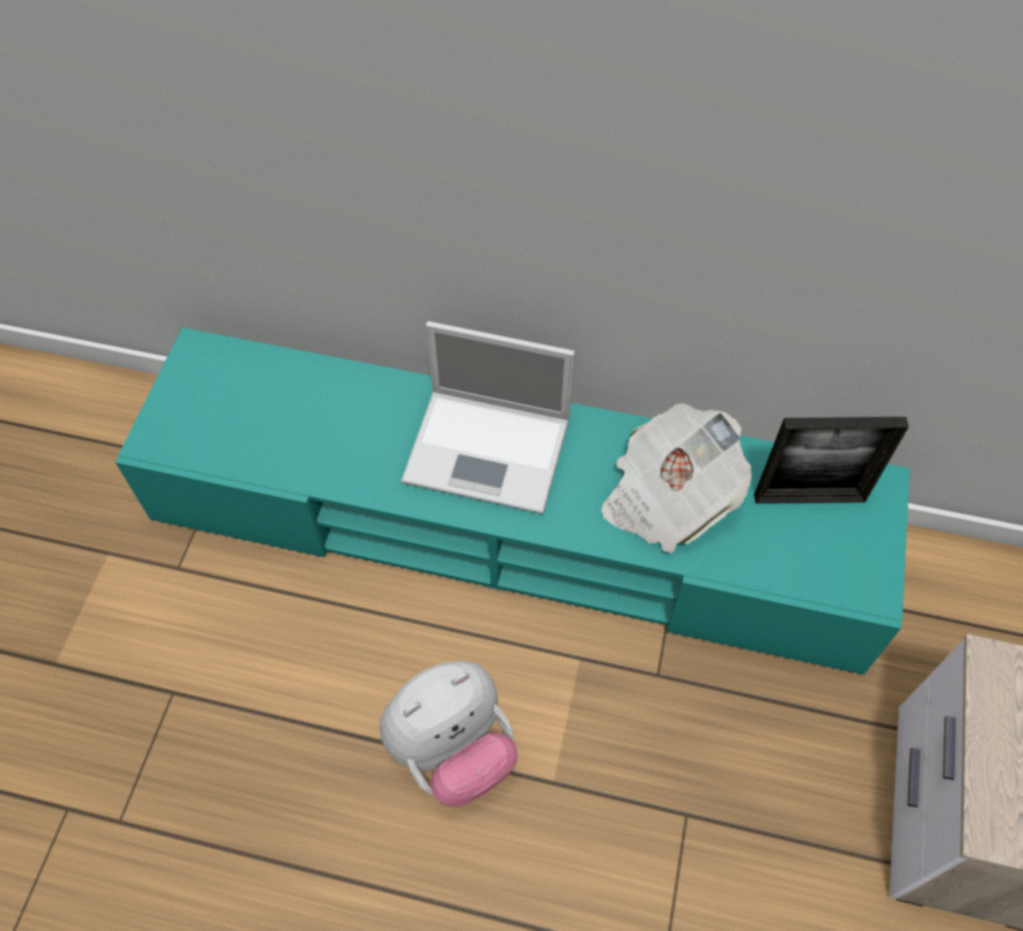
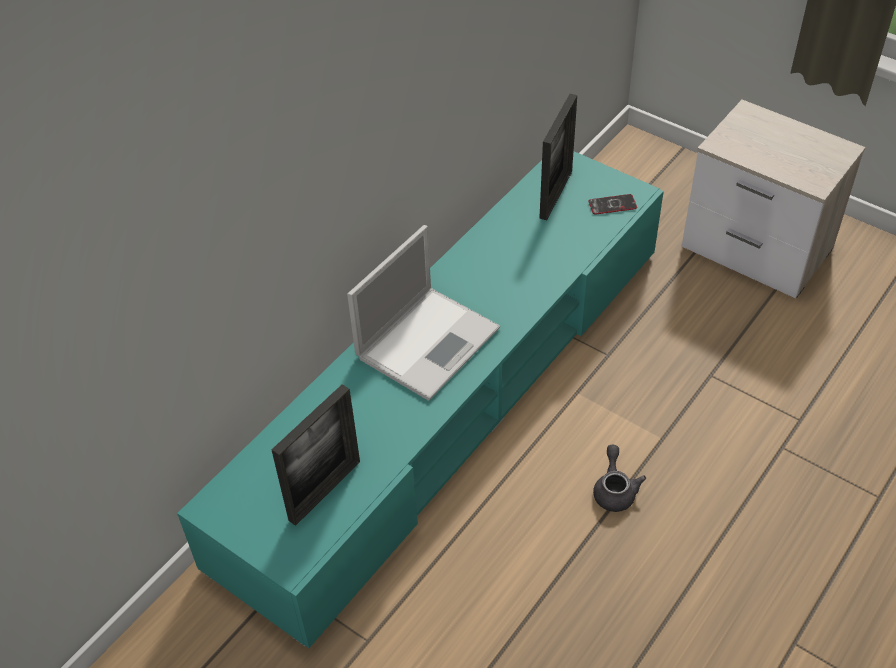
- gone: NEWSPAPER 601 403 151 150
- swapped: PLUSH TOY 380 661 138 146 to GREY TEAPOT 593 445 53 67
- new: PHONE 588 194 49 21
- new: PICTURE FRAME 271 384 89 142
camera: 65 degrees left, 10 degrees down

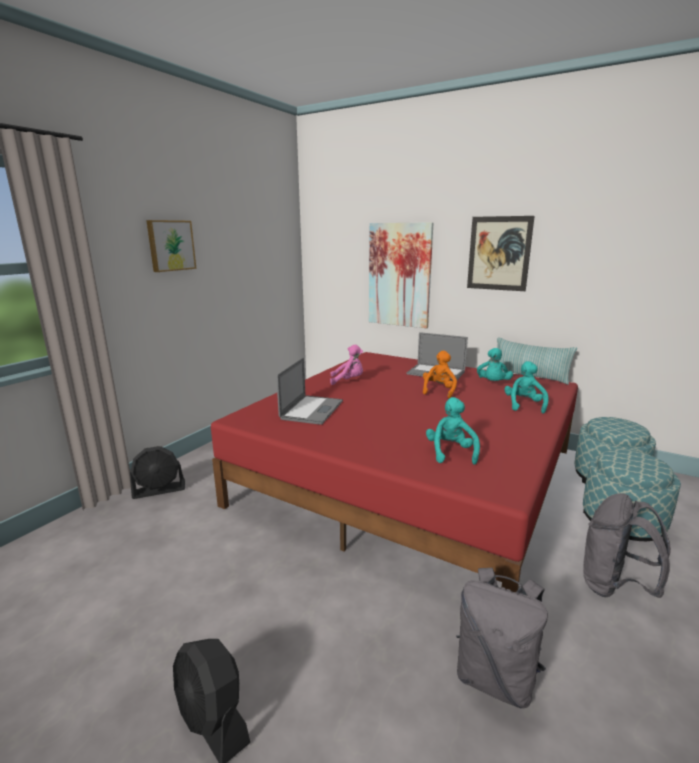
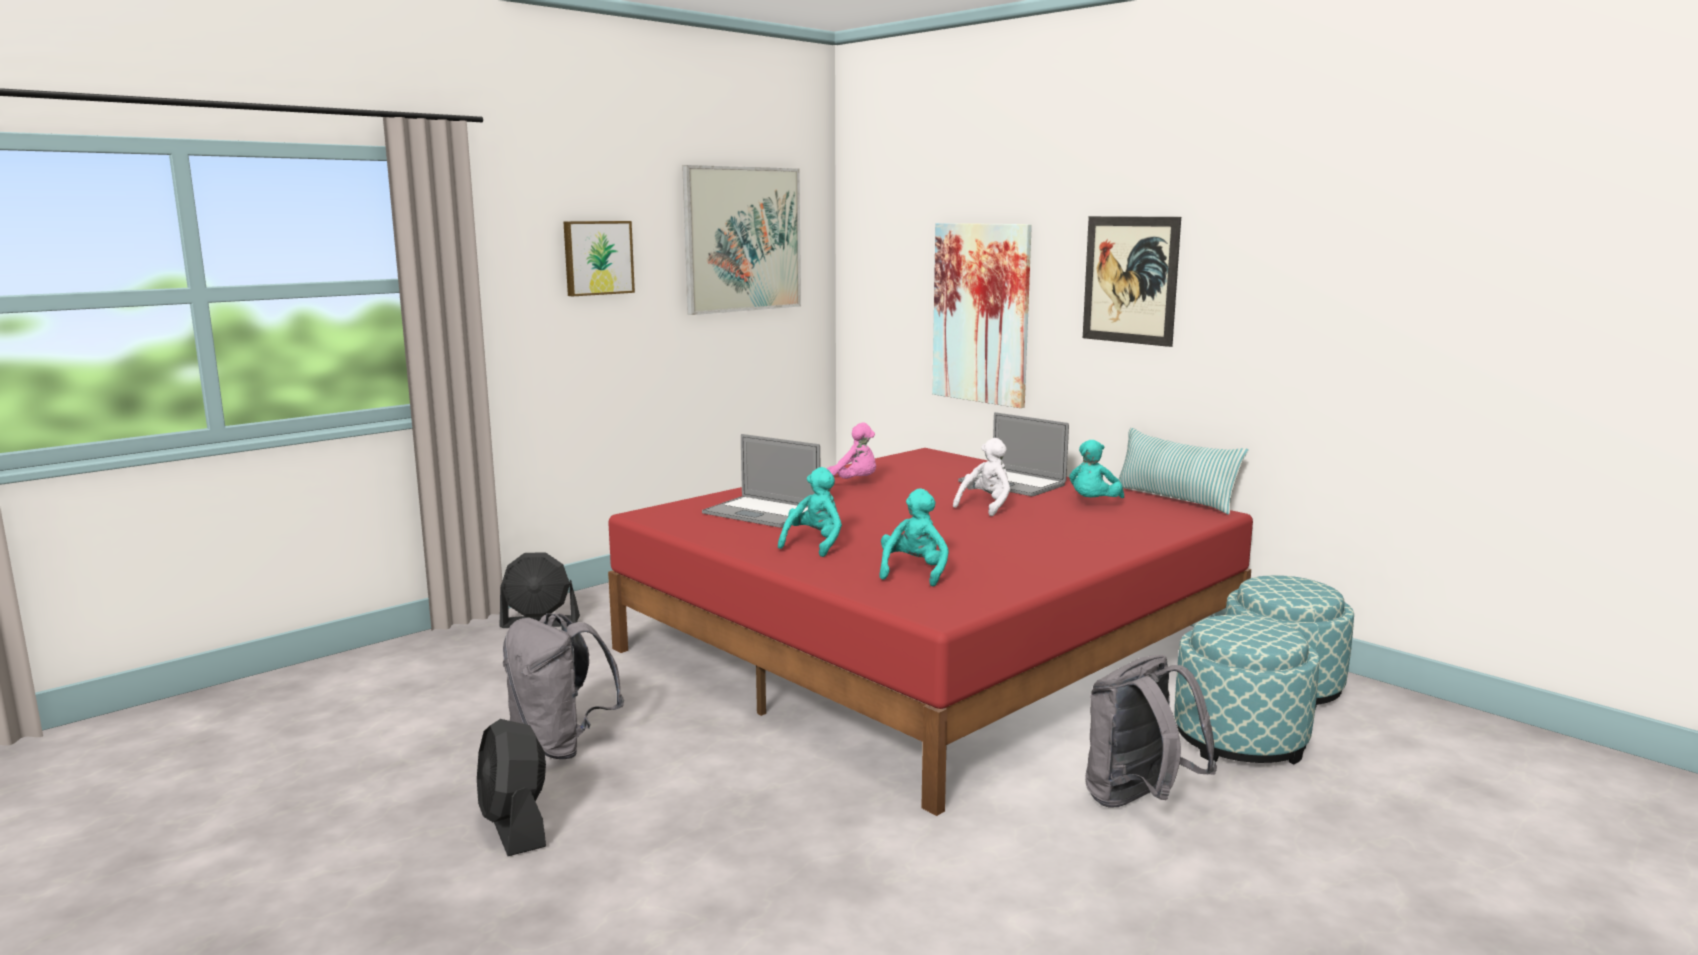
- repainted: ORANGE PLUSH TOY 423 351 34 47 to WHITE PLUSH TOY 953 438 57 78
- rotated: LAPTOP 276 357 67 68 = 702 434 118 94 90 degrees clockwise
- shifted: TURQUOISE PLUSH TOY 504 361 45 53 to 778 467 64 90
- shifted: GREY BACKPACK 456 568 92 140 to 503 613 121 146
- new: PICTURE 682 165 119 150
camera: 15 degrees right, 5 degrees down

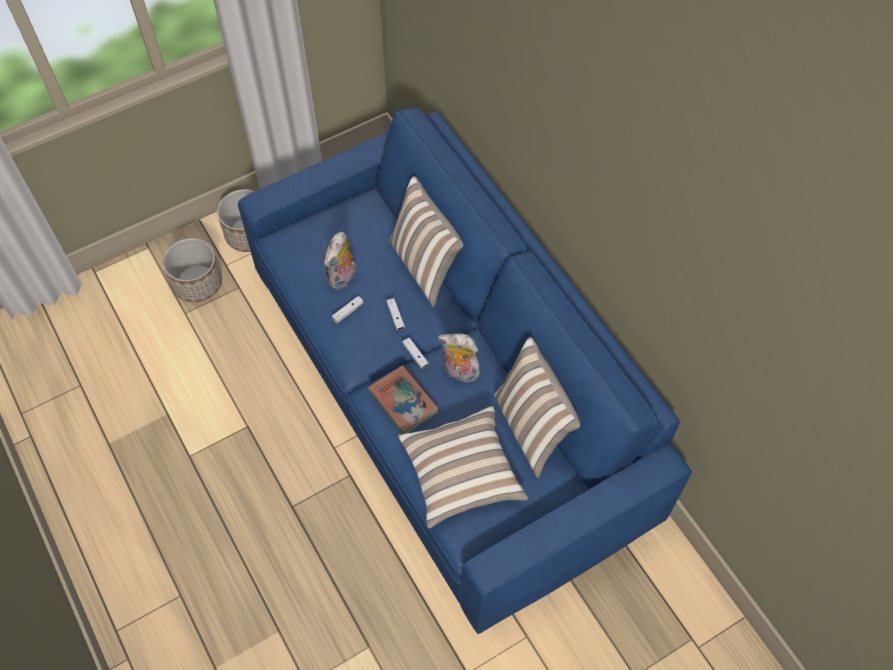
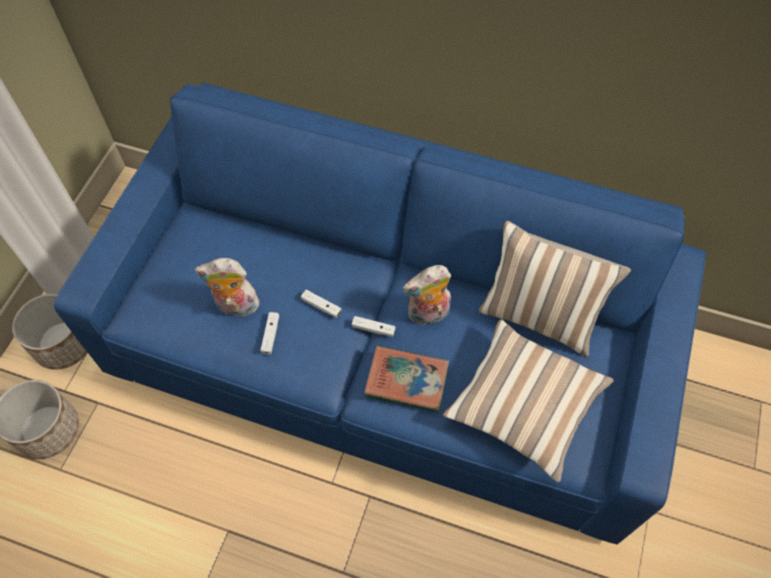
- gone: PILLOW 389 176 74 131
- rotated: PLUSH TOY 324 232 32 57 = 195 258 64 59 105 degrees clockwise
camera: 40 degrees left, 0 degrees up

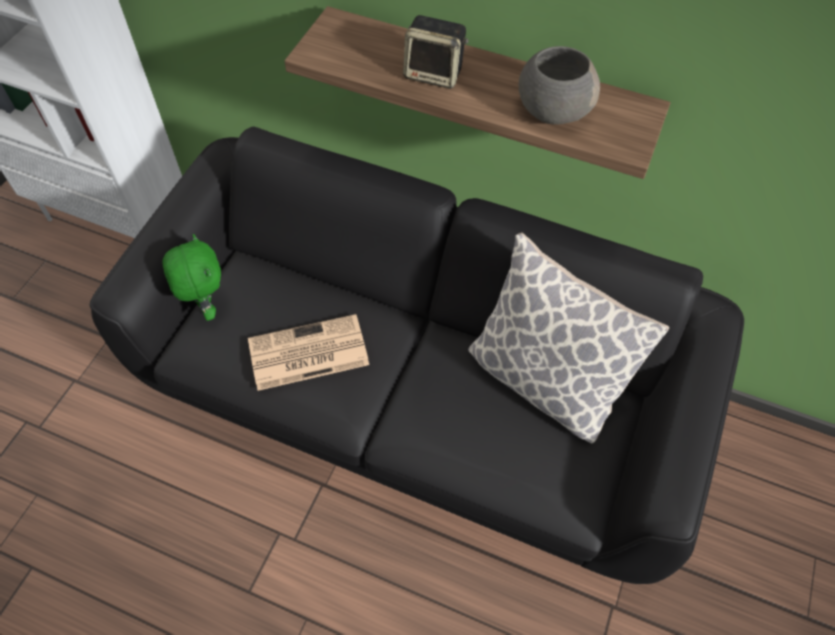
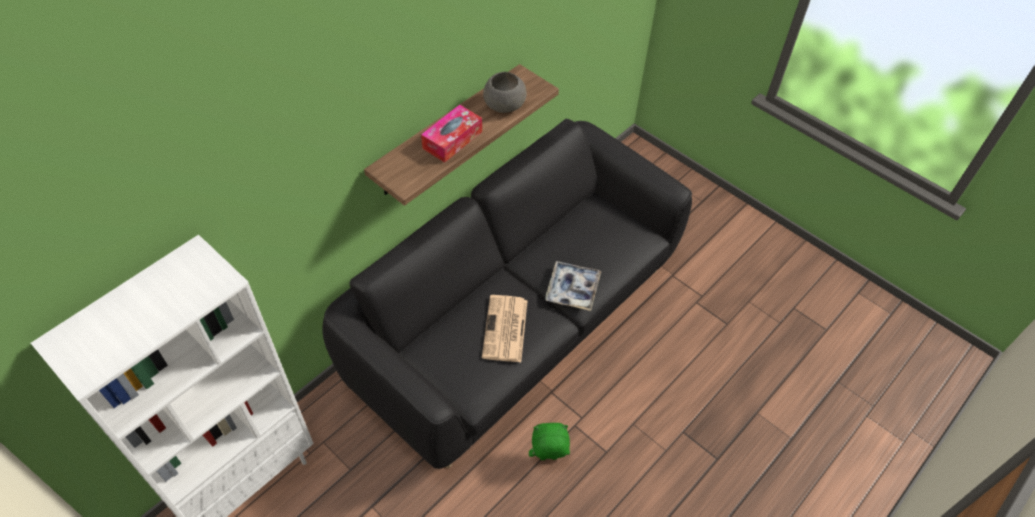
- swapped: SPEAKER 403 15 66 74 to TISSUE BOX 421 105 61 58
- gone: PILLOW 468 232 201 211
- shifted: GREEN PLUSH TOY 162 234 59 87 to 529 423 41 37
- new: TRAY 545 261 56 50
camera: 70 degrees left, 5 degrees down

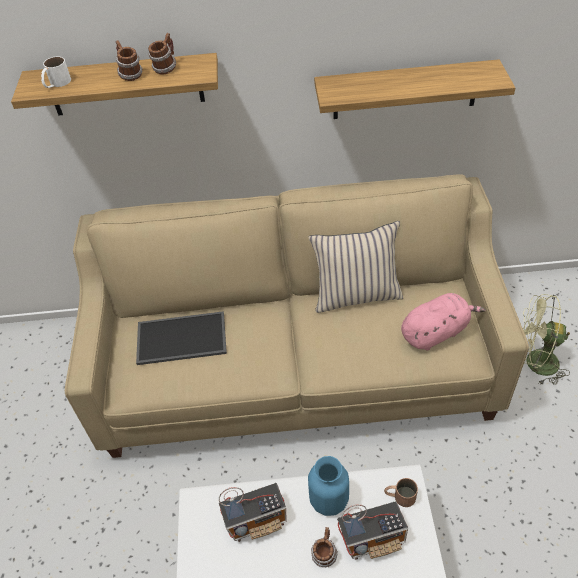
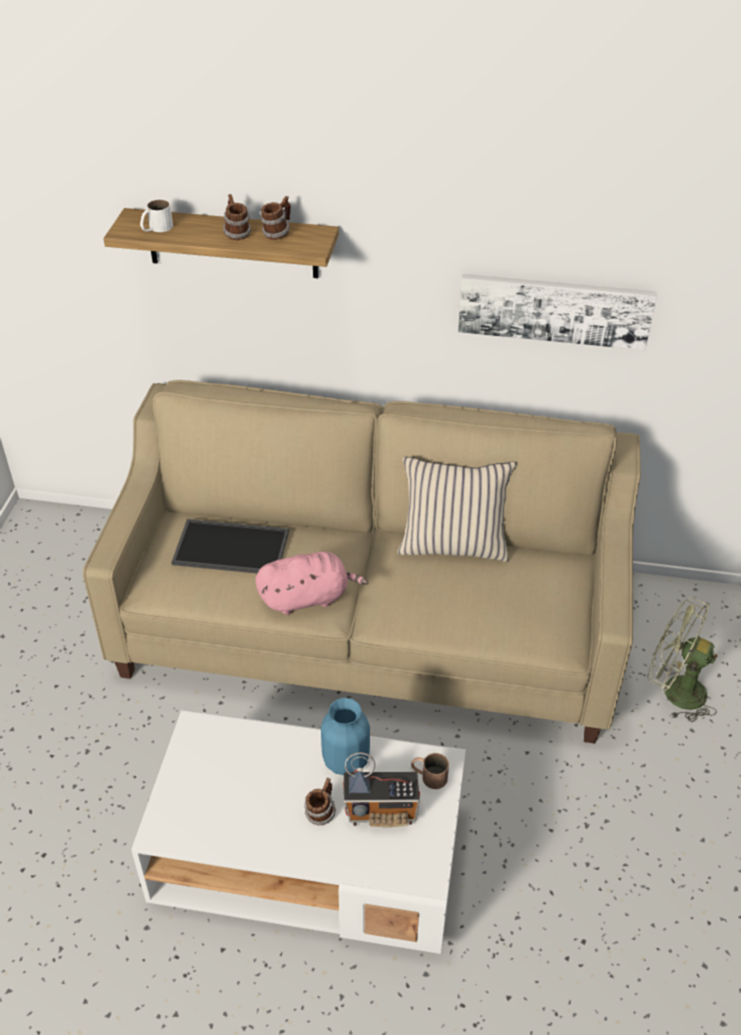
- swapped: SHELF 314 59 201 60 to PICTURE 458 274 199 76
- shifted: PINK PLUSH TOY 401 293 85 57 to 255 552 113 63
- gone: RADIO 219 483 68 59
camera: 10 degrees right, 5 degrees down

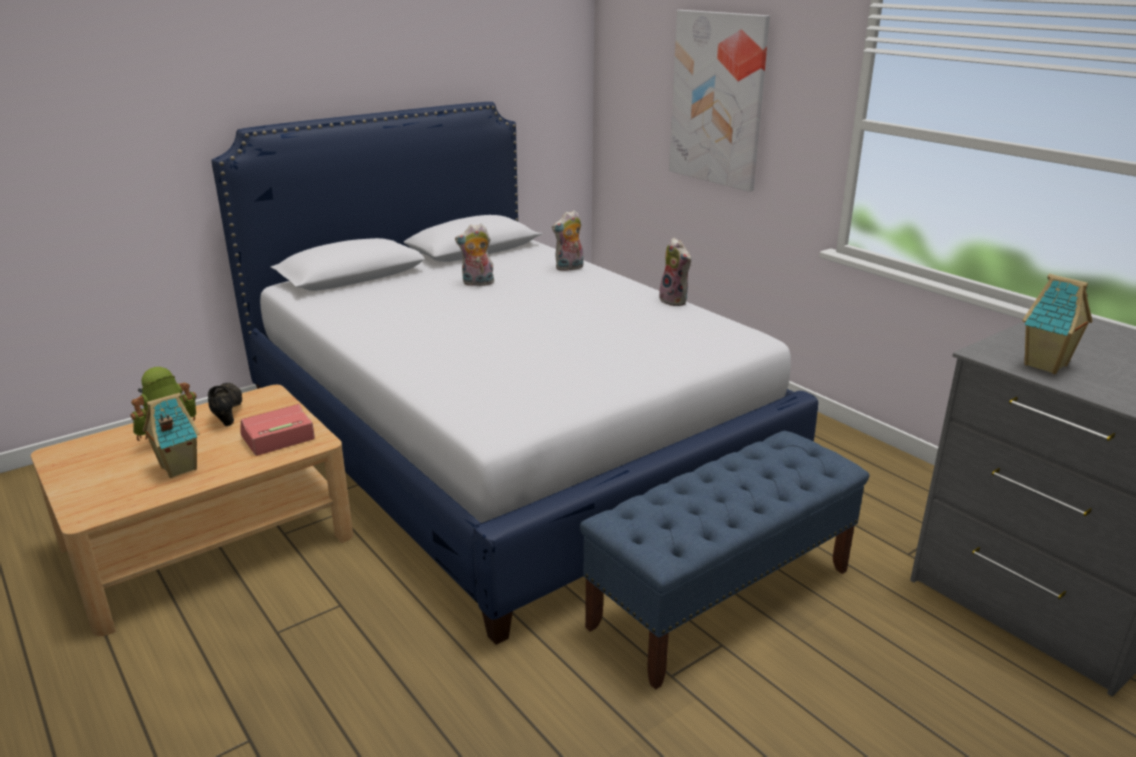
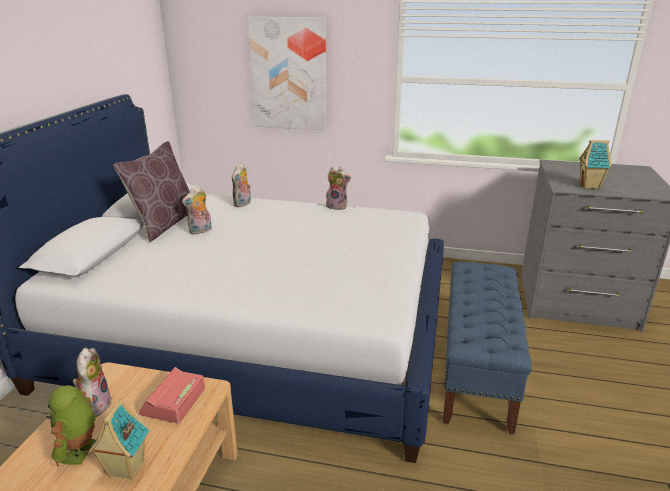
- swapped: BLACK SHOE 208 383 34 43 to PLUSH TOY 73 348 39 69
- new: BROWN PILLOW 113 141 77 101
camera: 40 degrees left, 0 degrees up

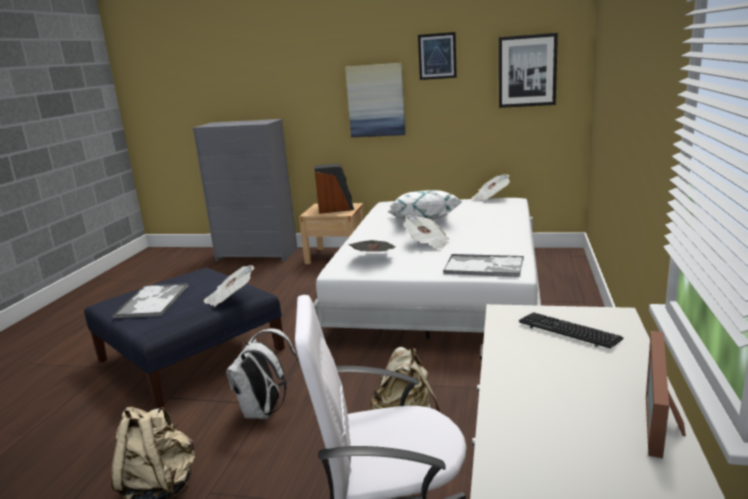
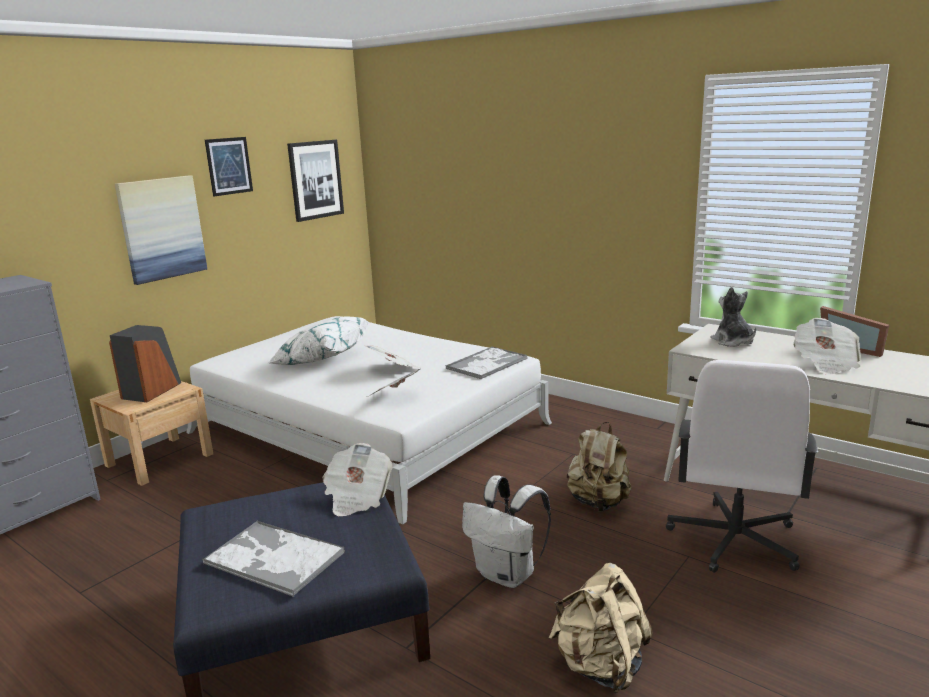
- shifted: NEWSPAPER 472 174 38 26 to 793 318 68 57
- swapped: KEYBOARD 519 312 104 36 to PLUSH TOY 711 287 45 60
camera: 65 degrees left, 0 degrees up

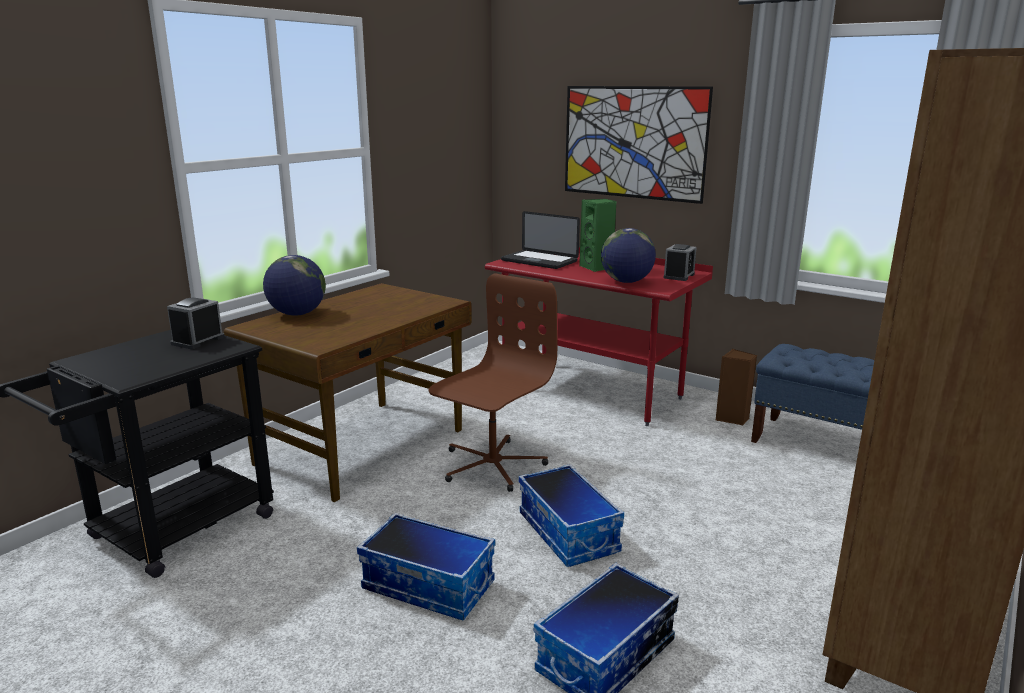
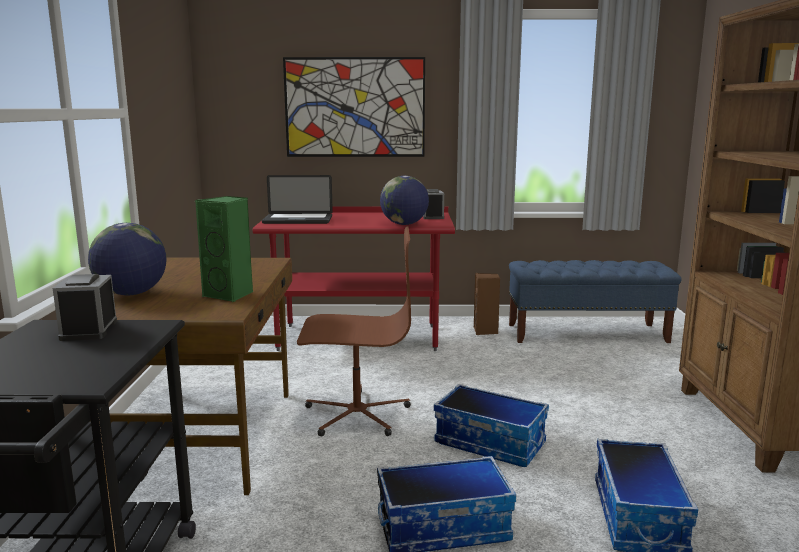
- shifted: GREEN SPEAKER 579 199 37 73 to 195 196 59 106
- rotated: BROWN OFFICE CHAIR 429 273 128 219 = 297 227 114 210 90 degrees clockwise
camera: 35 degrees left, 5 degrees down

